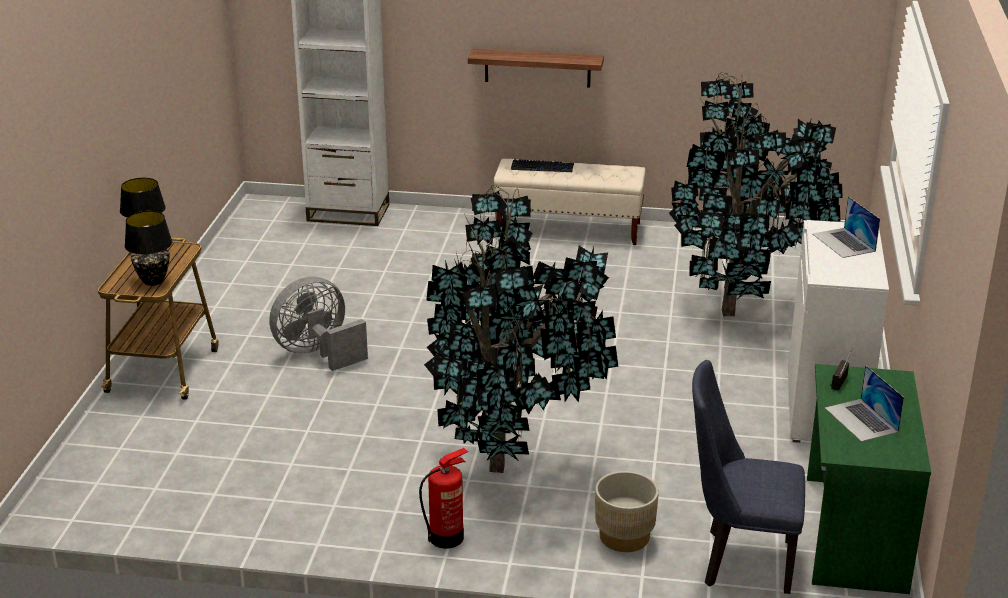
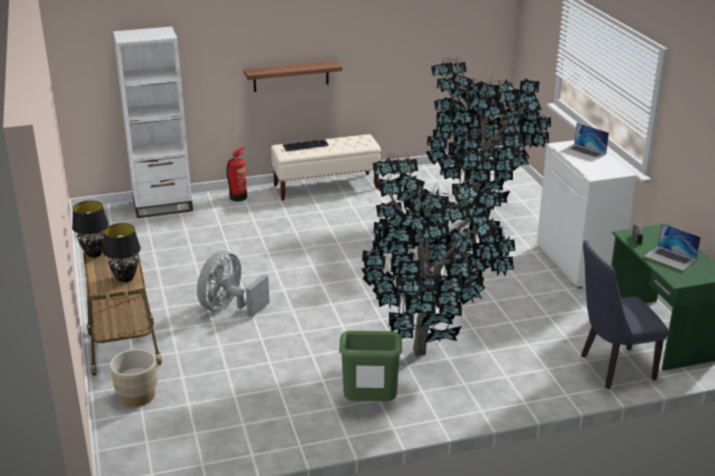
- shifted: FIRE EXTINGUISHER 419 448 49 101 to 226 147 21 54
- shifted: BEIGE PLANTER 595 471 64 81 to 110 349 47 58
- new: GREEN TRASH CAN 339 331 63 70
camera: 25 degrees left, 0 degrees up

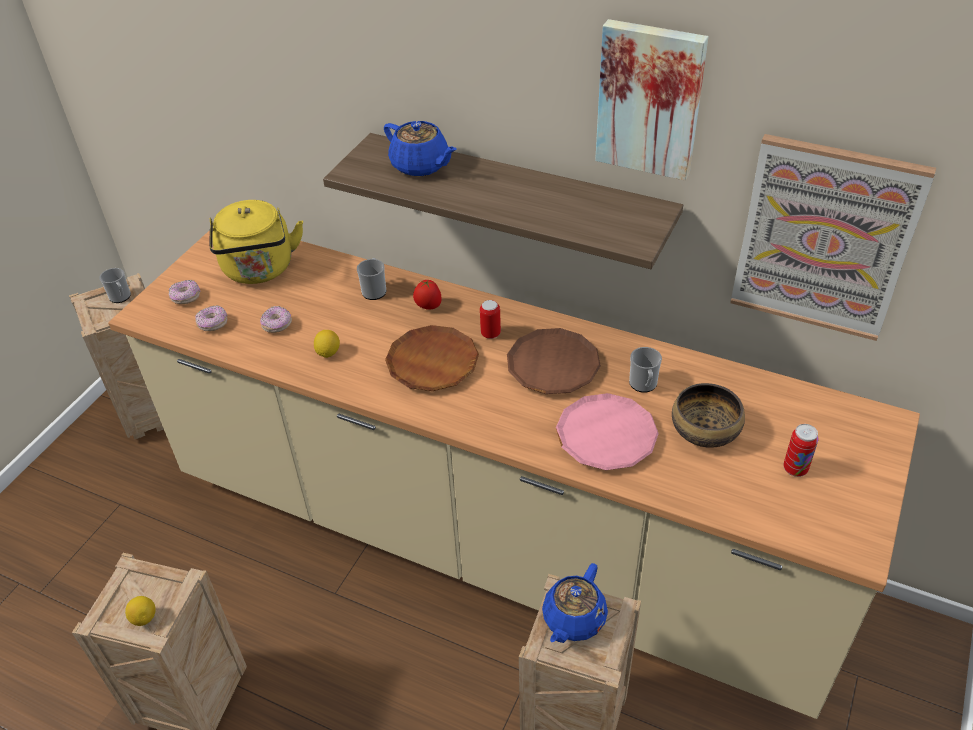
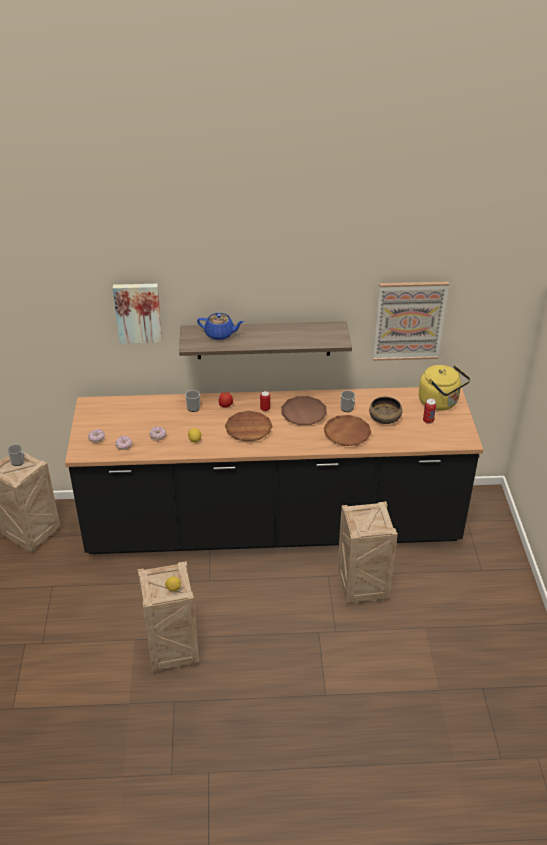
- shifted: PICTURE 595 19 114 162 to 113 284 50 60
- shifted: YELLOW KETTLE 209 200 94 84 to 419 365 52 46
- repainted: BEIGE COUNTER 108 230 812 489 to BLACK COUNTER 65 387 418 167
- repainted: PINK PLATE 556 393 103 77 to BROWN PLATE 324 415 47 31
- gone: BLUE TEAPOT 542 563 66 80
camera: 30 degrees left, 5 degrees down

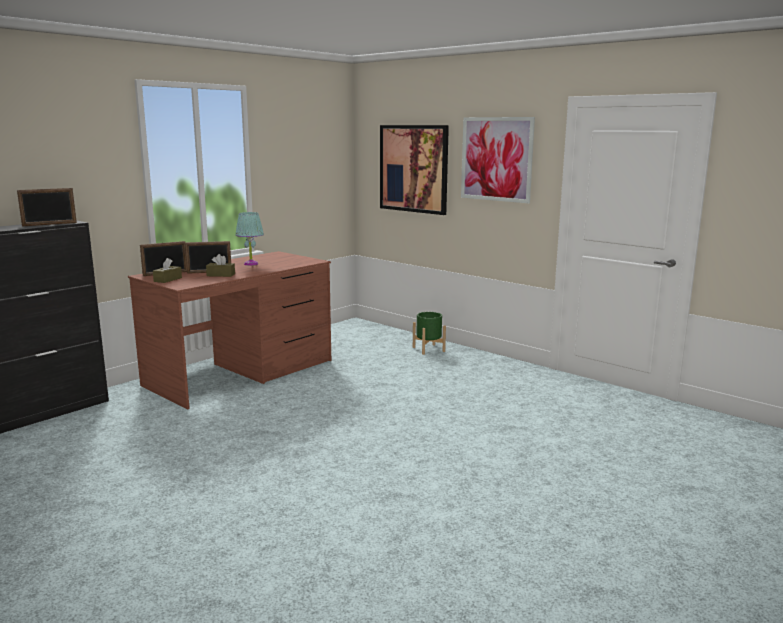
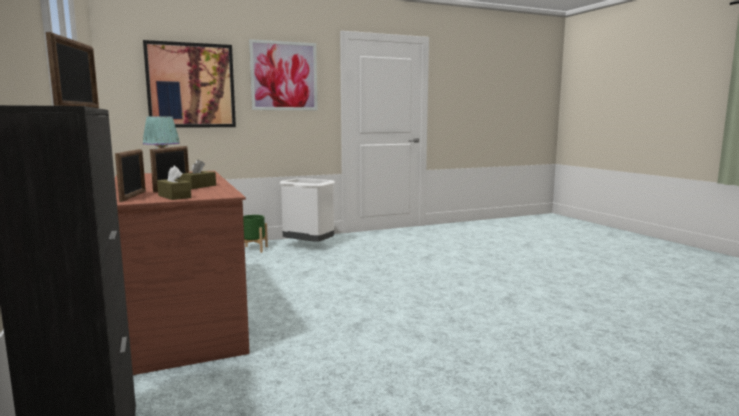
- new: WHITE TRASH CAN 280 178 55 64
camera: 65 degrees left, 5 degrees down

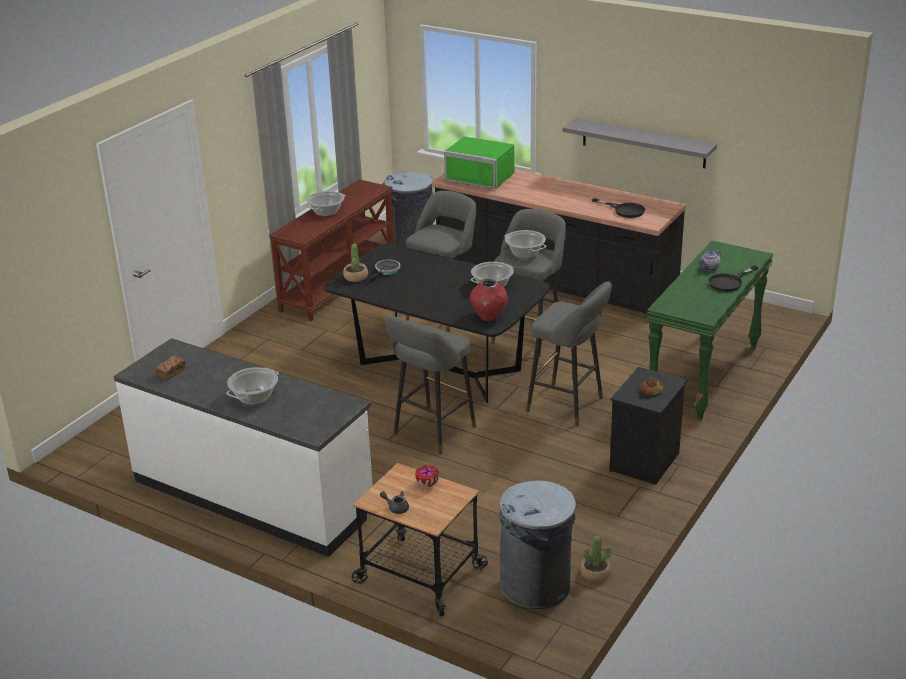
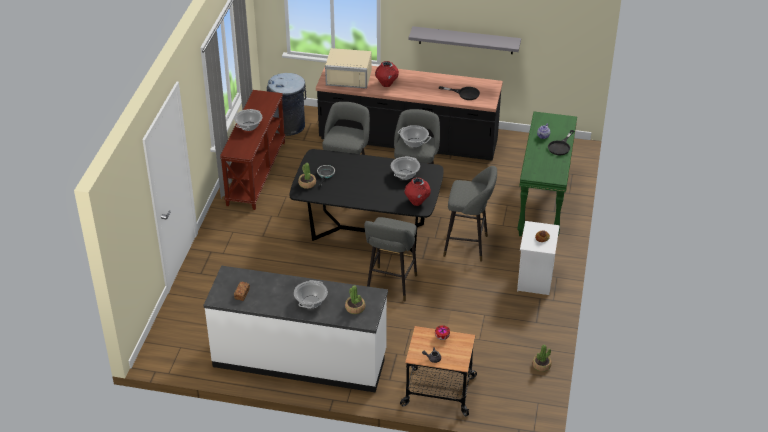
- repainted: GREEN MICROWAVE 444 136 70 53 to BEIGE MICROWAVE 325 48 47 41
- repainted: BLACK NIGHTSTAND 609 367 78 118 to WHITE NIGHTSTAND 517 221 43 74
- gone: GREY TRASH CAN 499 480 78 129
- new: RED VASE 375 61 24 26
- new: POTTED PLANT 345 285 20 29
camera: 20 degrees left, 10 degrees up

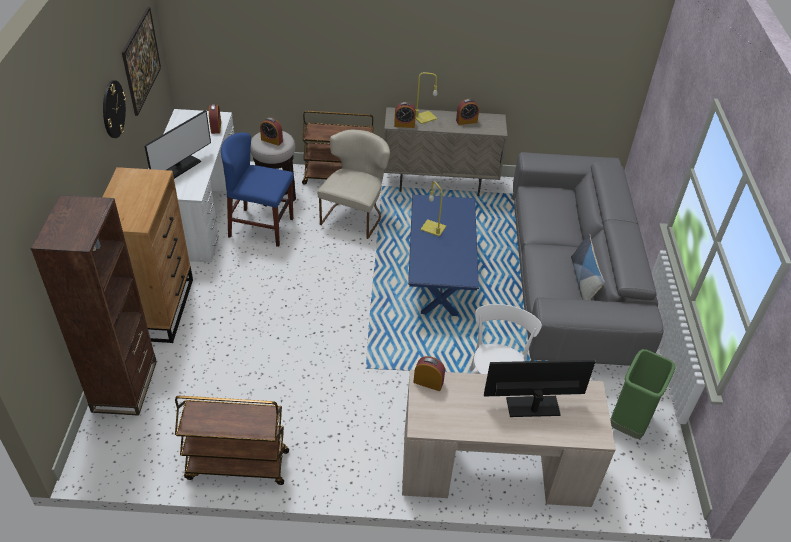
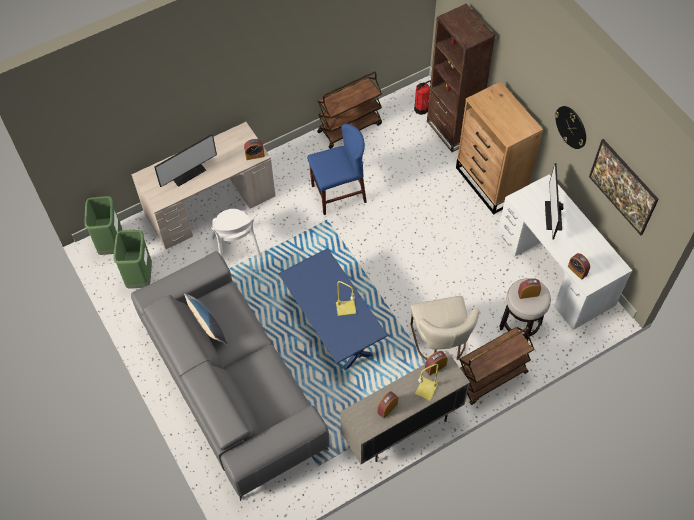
- shifted: BLUE CHAIR 221 132 72 115 to 307 124 60 91
- new: FIRE EXTINGUISHER 414 81 17 34
- new: GREEN TRASH CAN 85 196 37 59
camera: 150 degrees right, 15 degrees up

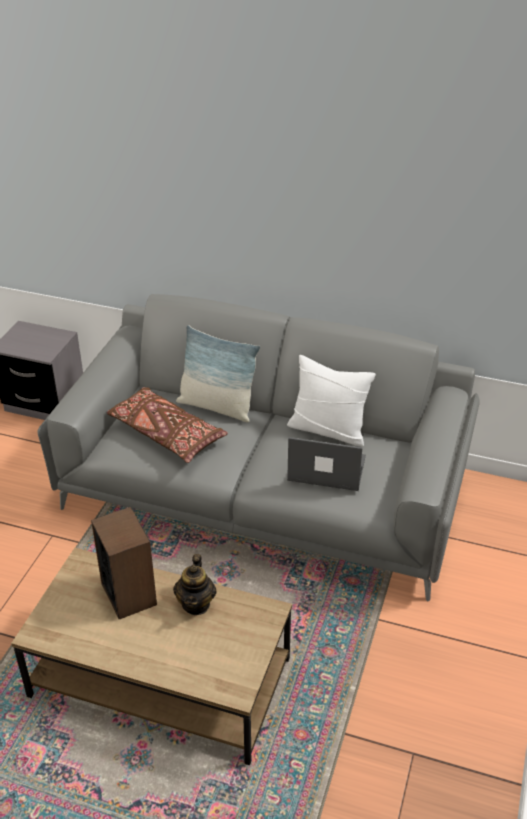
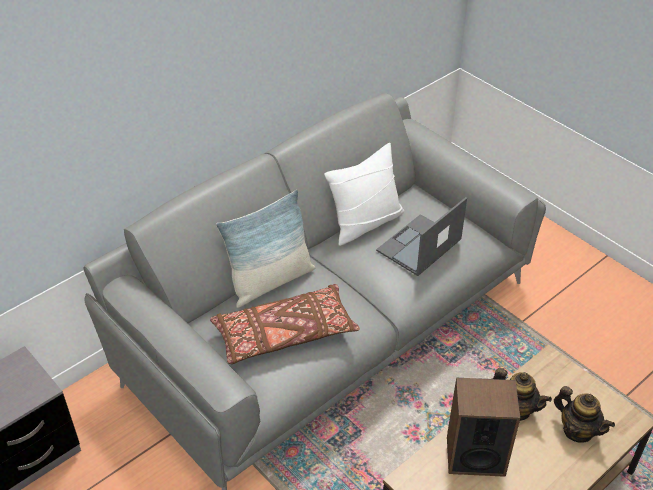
- new: TEAPOT 554 386 61 57
camera: 60 degrees left, 5 degrees up

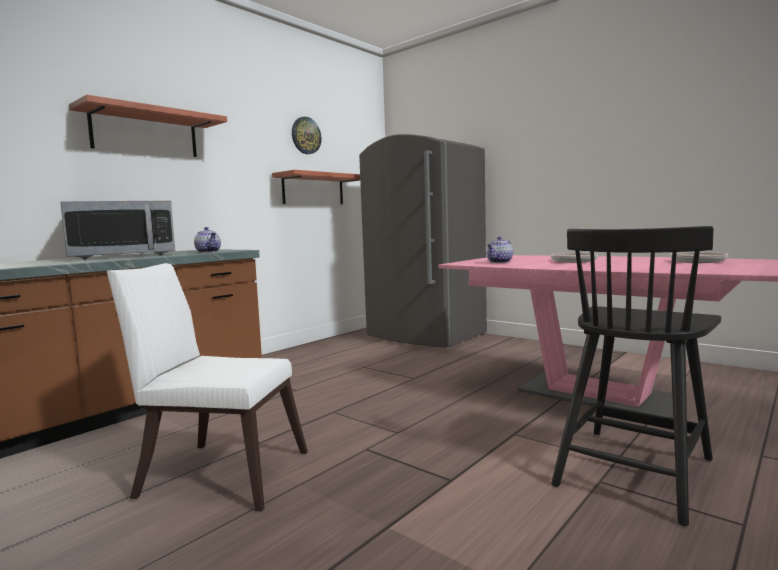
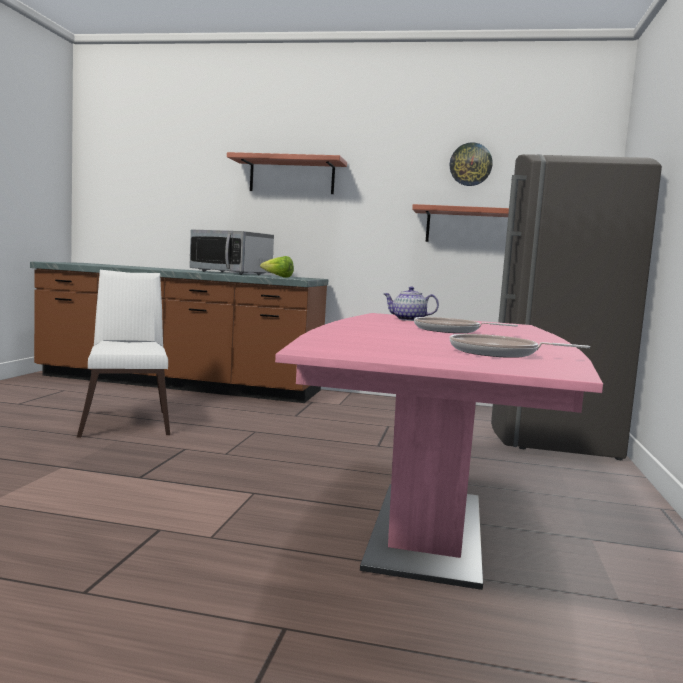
- gone: BLACK CHAIR 551 226 170 300
- swapped: TEAPOT 194 227 27 26 to LETTUCE 260 256 34 22
camera: 60 degrees right, 0 degrees up

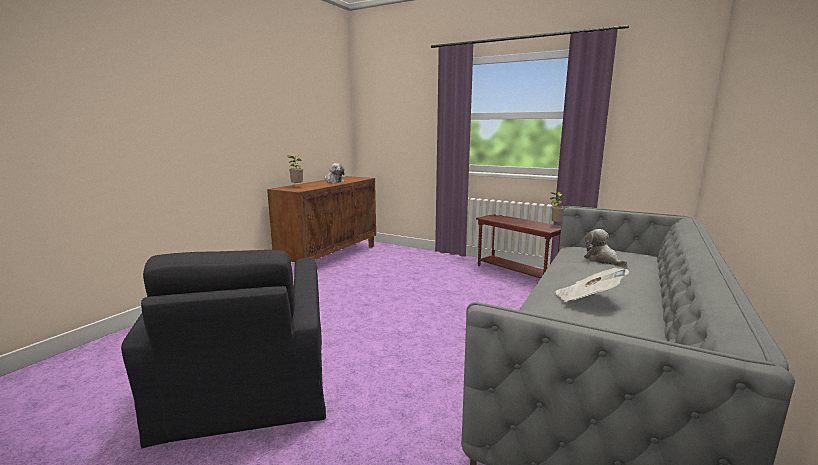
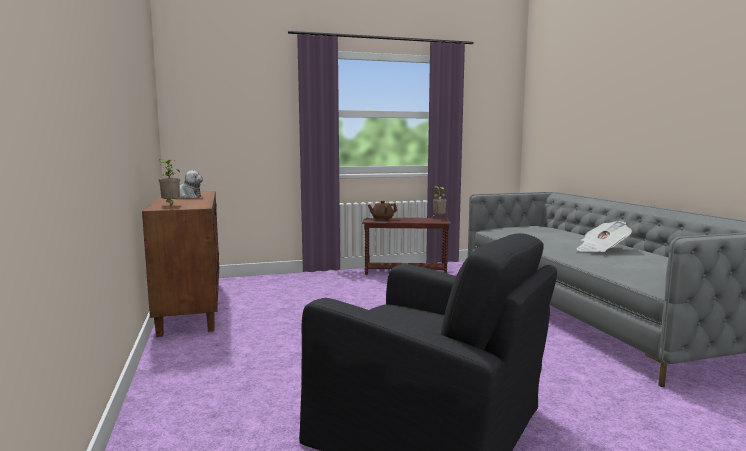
- gone: PLUSH TOY 584 229 43 38
- new: BROWN TEAPOT 368 201 29 20
camera: 45 degrees left, 5 degrees down

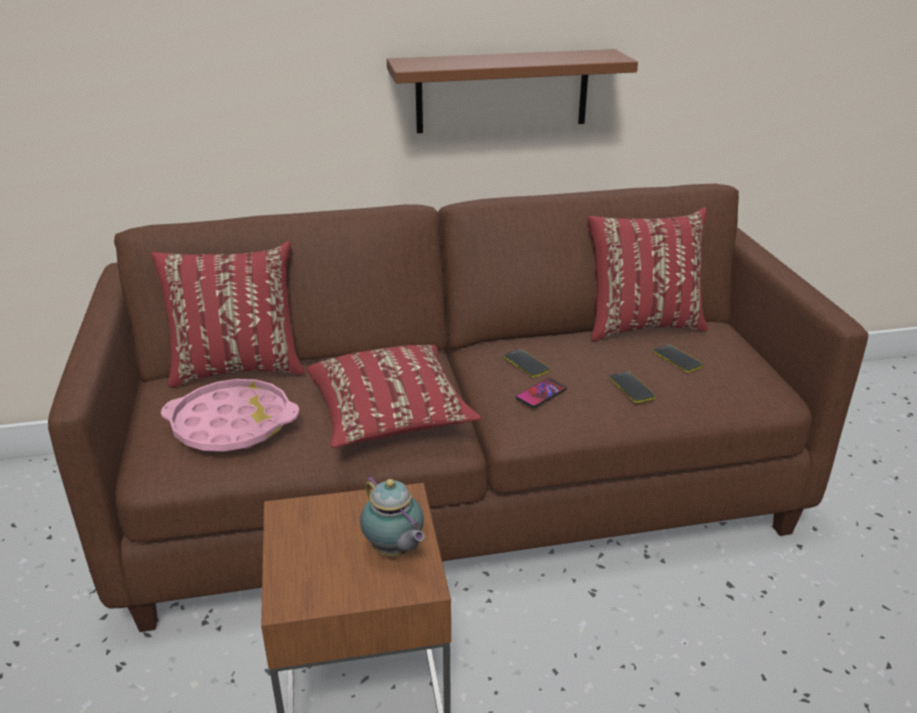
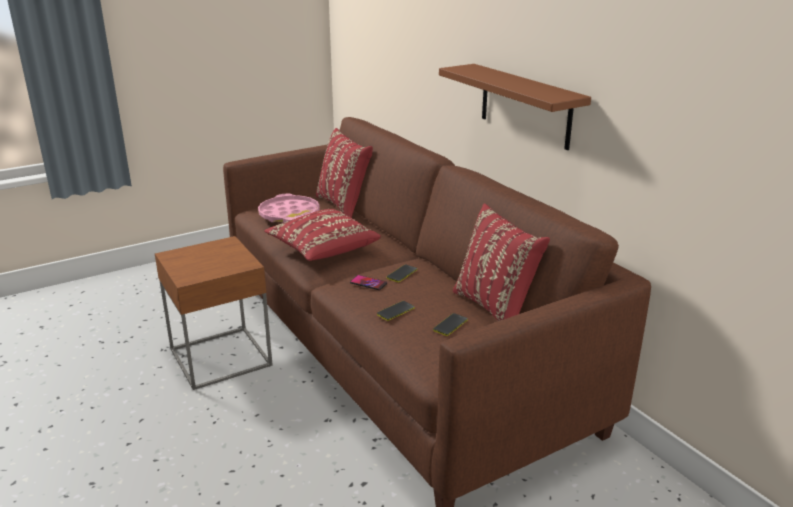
- gone: TEAPOT 360 476 65 80
camera: 70 degrees right, 5 degrees down

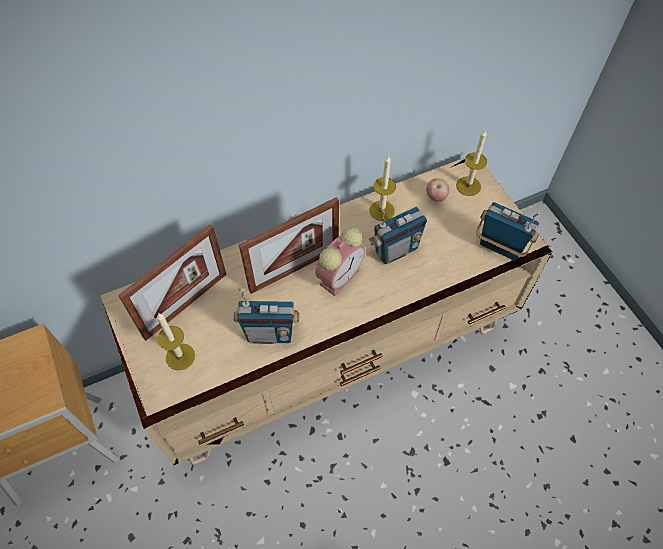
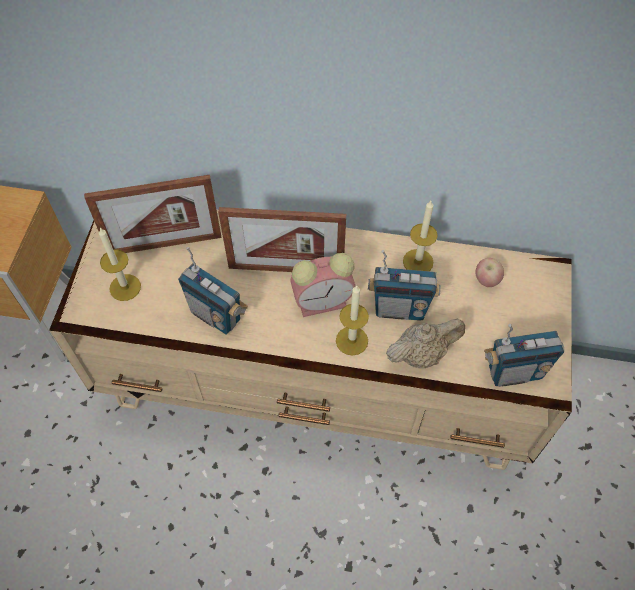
- shifted: CANDLE 456 130 31 66 to 336 285 33 71
- rotated: RADIO 476 202 64 59 = 484 324 80 63 105 degrees clockwise
- new: BEIGE TEAPOT 386 319 79 49
camera: 35 degrees right, 0 degrees up

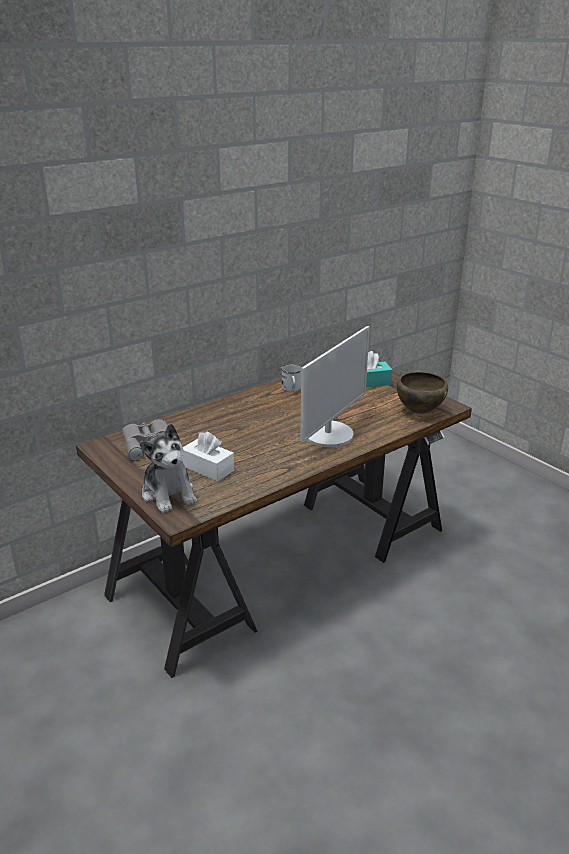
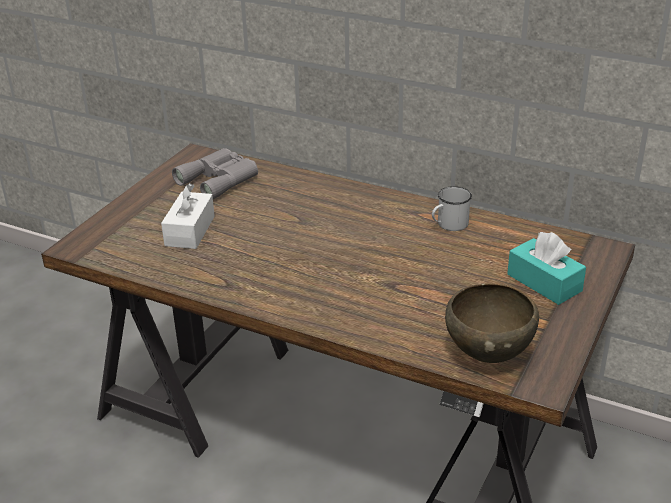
- gone: MONITOR 300 326 70 121
- gone: PLUSH TOY 140 423 57 90
camera: 65 degrees right, 5 degrees up

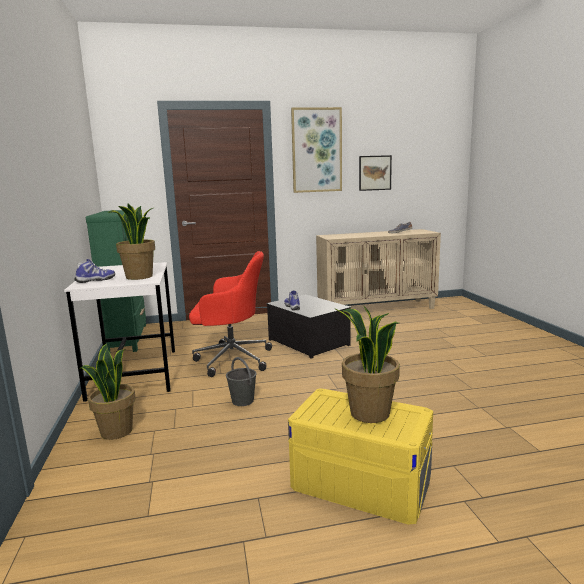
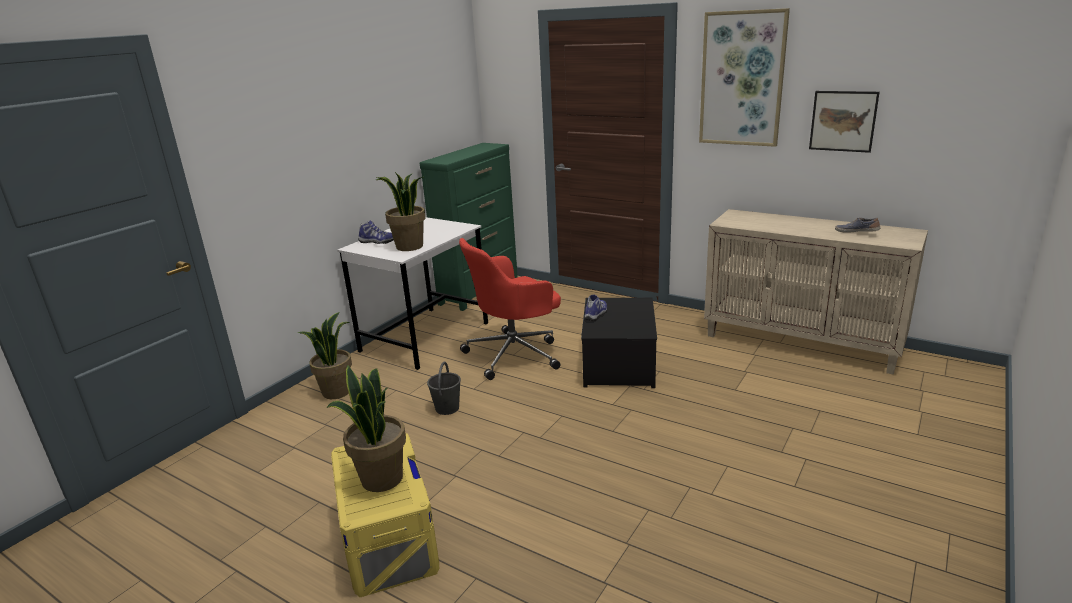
- rotated: RED OFFICE CHAIR 189 251 83 126 = 459 238 102 142 105 degrees clockwise
camera: 45 degrees right, 10 degrees up

